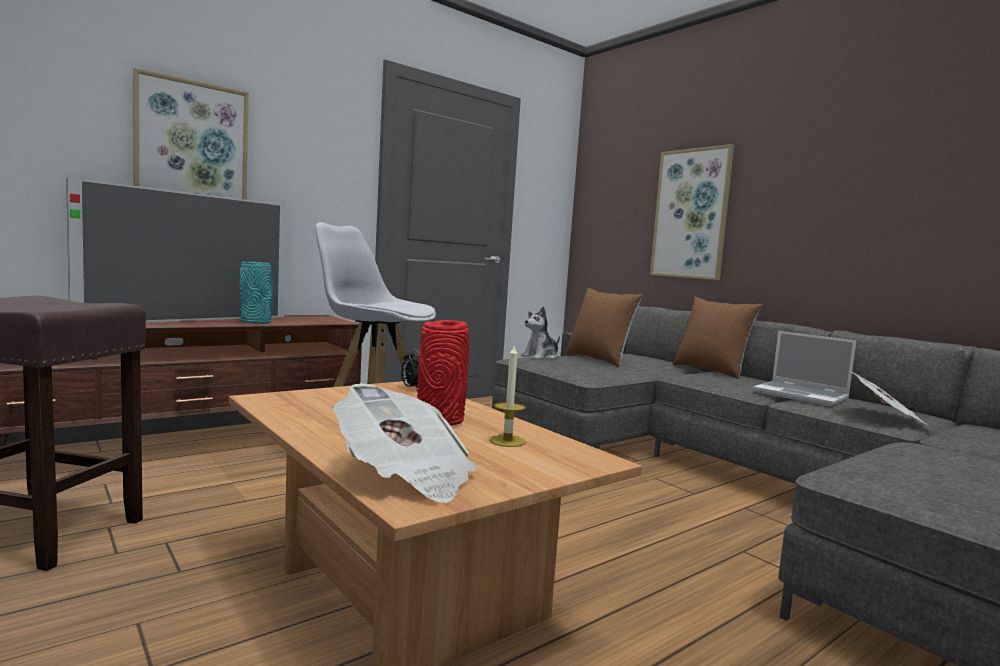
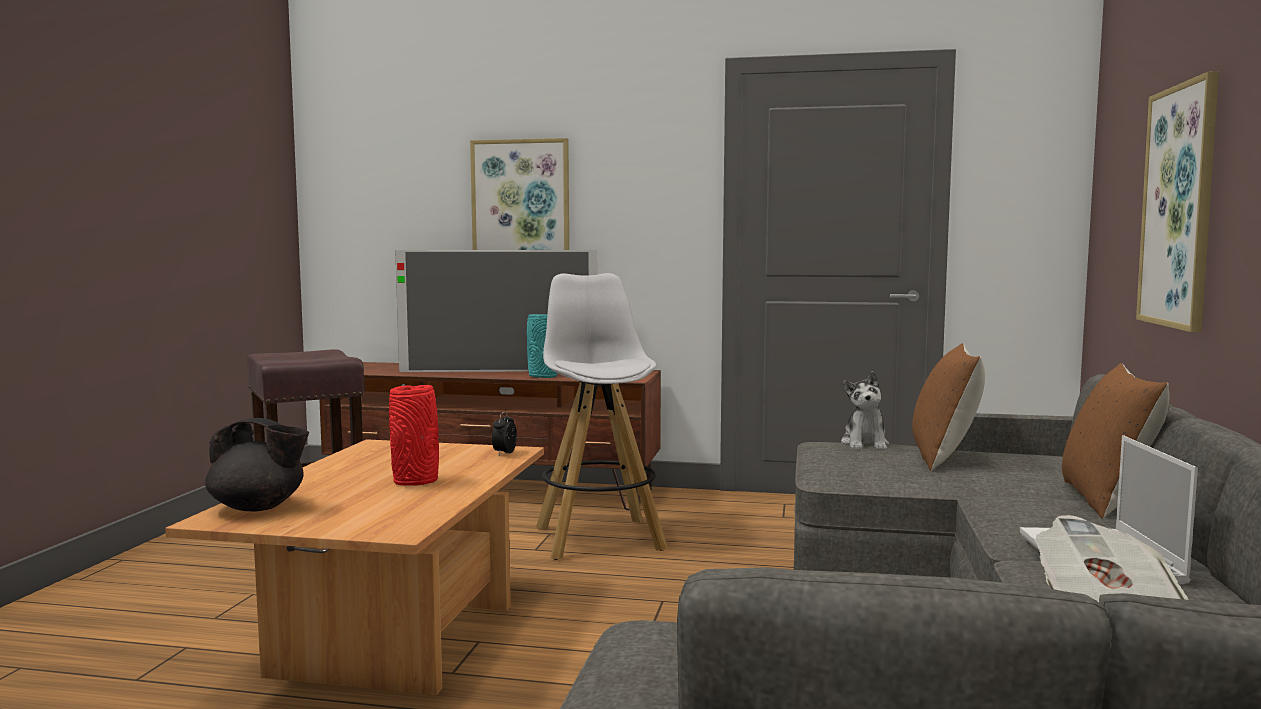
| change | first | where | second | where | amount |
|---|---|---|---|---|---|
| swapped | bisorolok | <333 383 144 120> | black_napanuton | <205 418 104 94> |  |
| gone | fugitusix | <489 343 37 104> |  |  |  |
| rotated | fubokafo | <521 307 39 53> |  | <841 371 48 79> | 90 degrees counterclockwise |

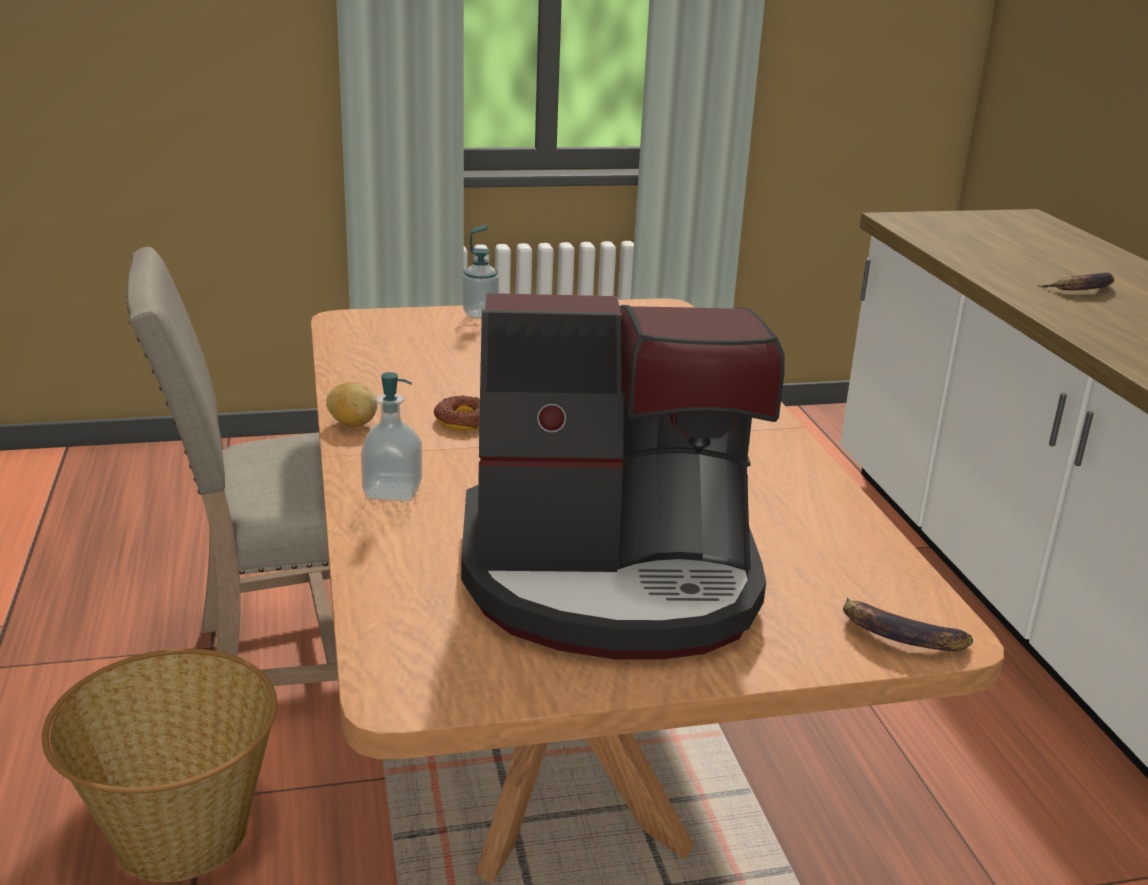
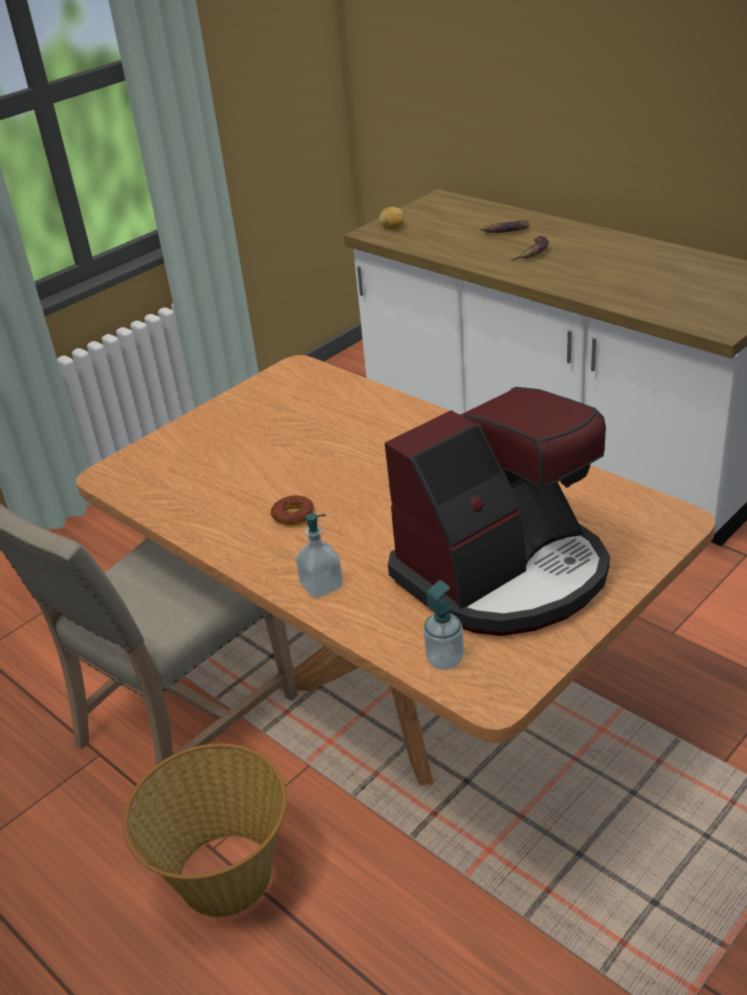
| change | first | where | second | where | amount |
|---|---|---|---|---|---|
| shifted | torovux | <326 382 52 45> |  | <379 207 25 22> |  |
| shifted | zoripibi | <462 224 37 95> |  | <423 580 41 90> |  |
| shifted | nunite | <843 598 130 53> |  | <479 220 51 13> |  |

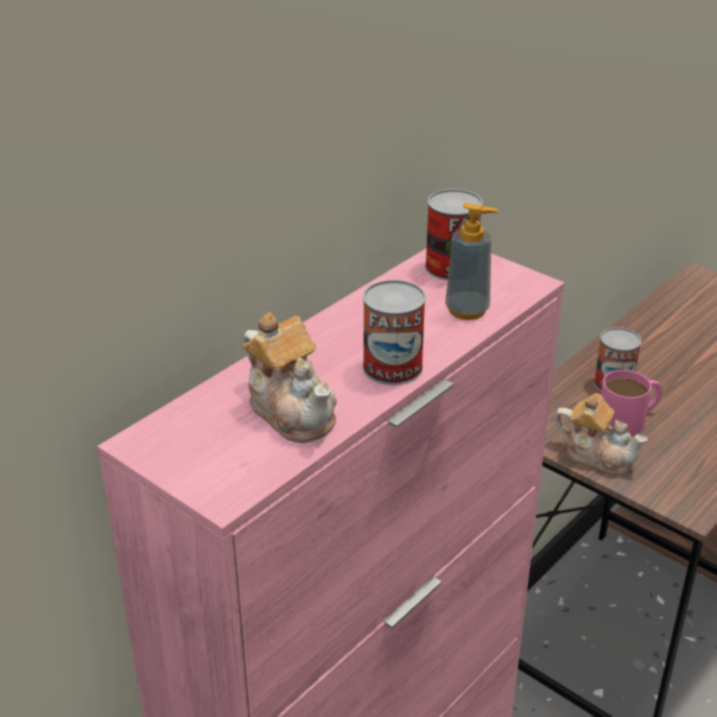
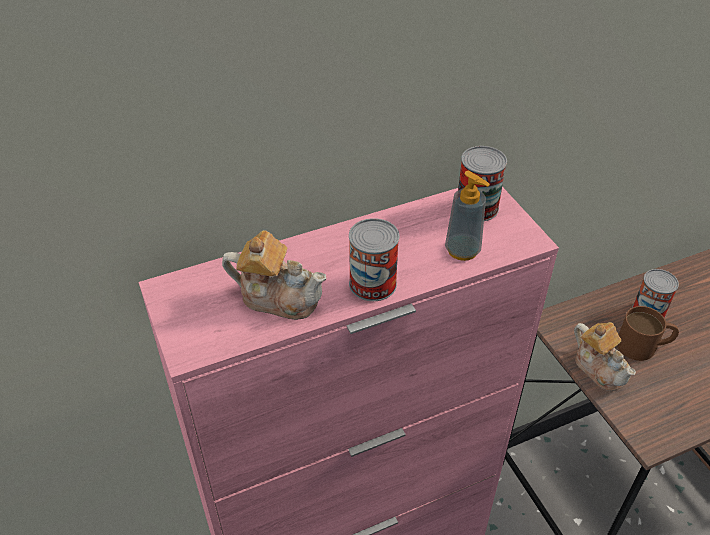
| change | first | where | second | where | amount |
|---|---|---|---|---|---|
| rotated | napanuton | <243 312 94 131> |  | <222 230 105 90> | 60 degrees counterclockwise |
| repainted | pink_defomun | <601 370 62 65> | brown_defomun | <617 306 62 55> |  |

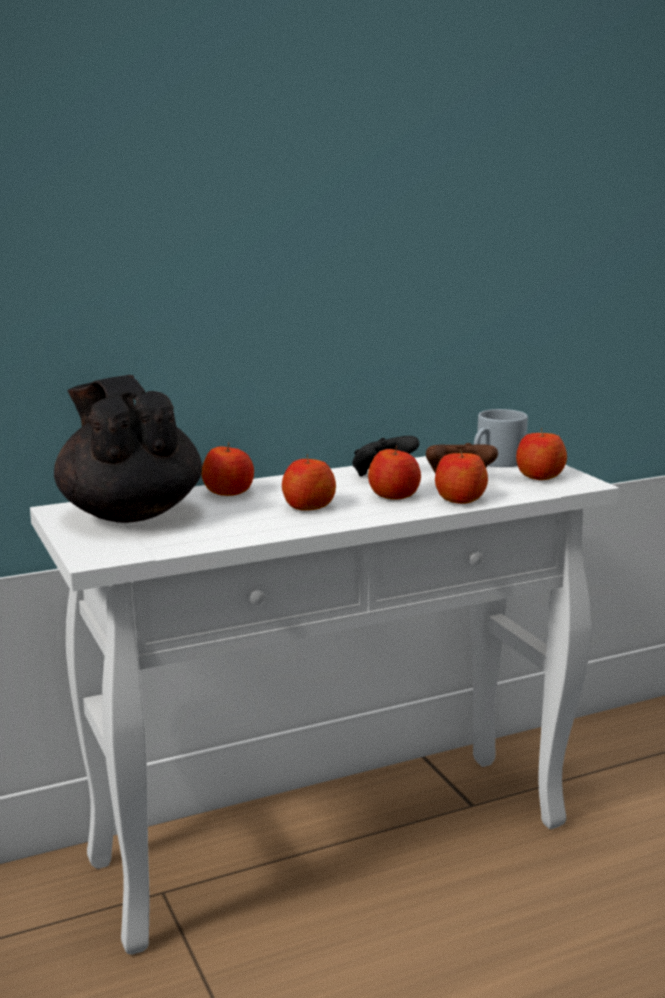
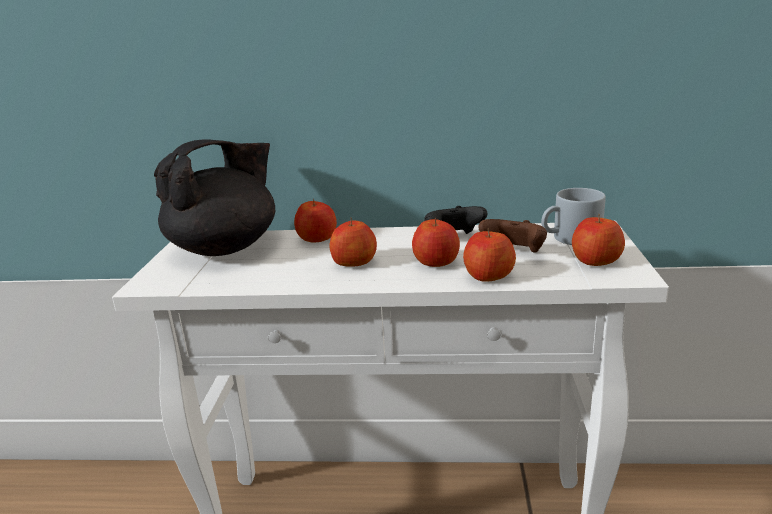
| change | first | where | second | where | amount |
|---|---|---|---|---|---|
| rotated | black_napanuton | <54 375 148 148> |  | <154 139 121 117> | 45 degrees clockwise |

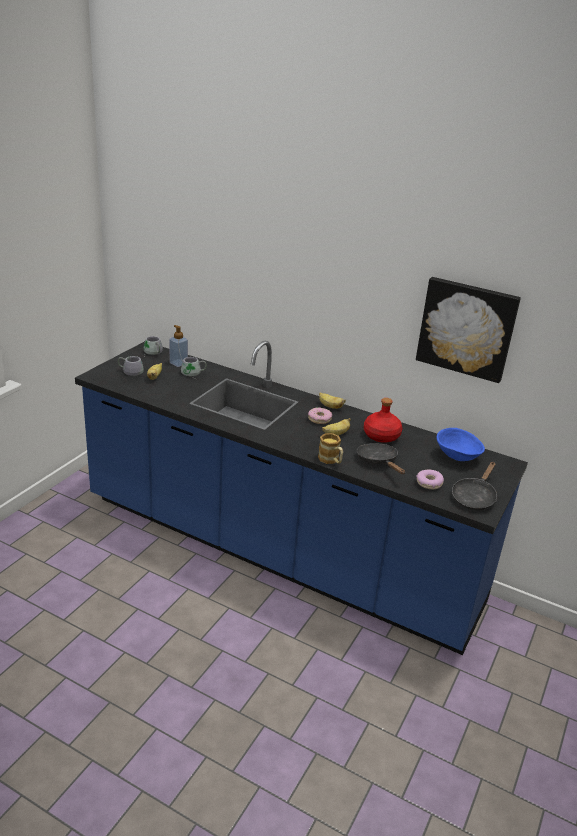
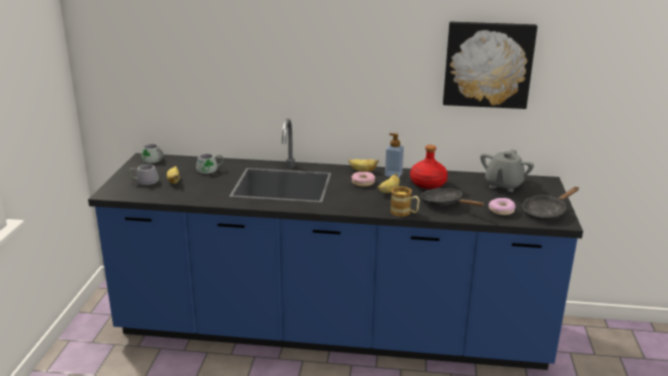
| change | first | where | second | where | amount |
|---|---|---|---|---|---|
| shifted | zoripibi | <169 325 19 42> |  | <385 133 19 45> |  |
| swapped | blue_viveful | <437 428 48 33> | grey_napanuton | <480 149 54 43> |  |
| rotated | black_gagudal | <452 462 45 48> |  | <523 187 56 34> | 45 degrees clockwise |

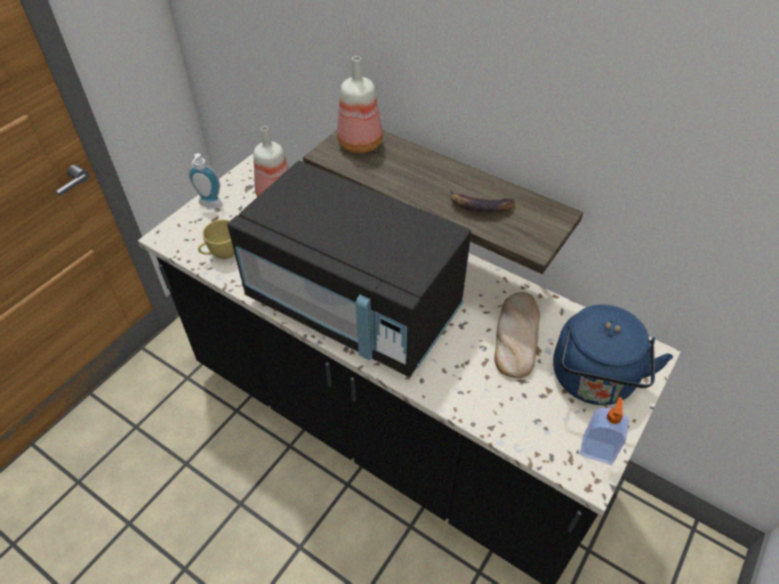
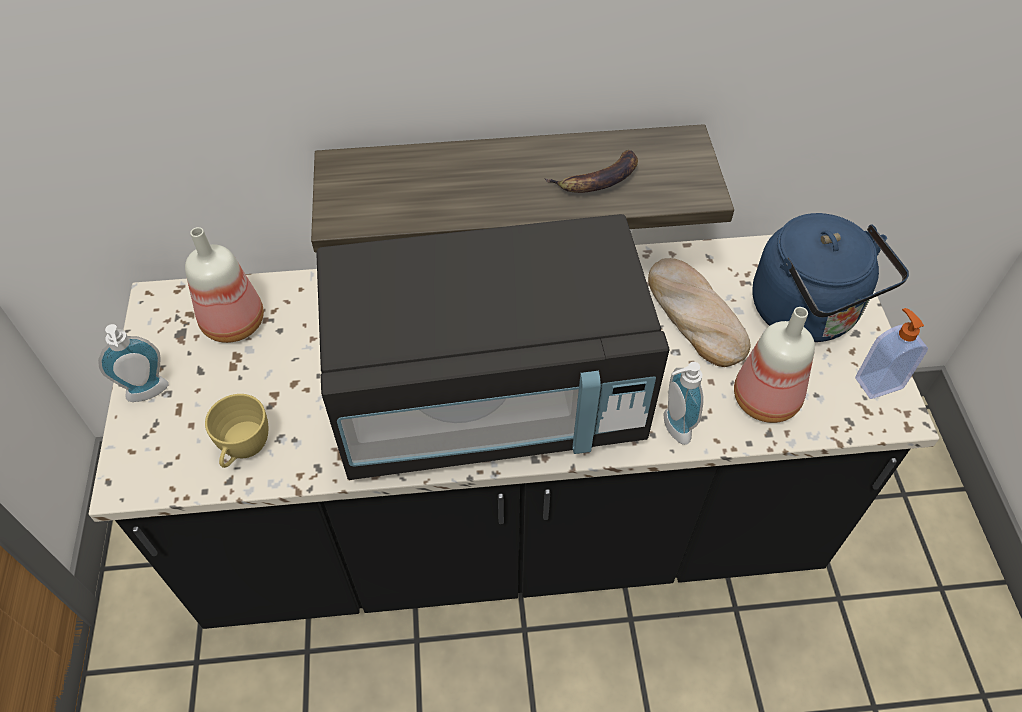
| change | first | where | second | where | amount |
|---|---|---|---|---|---|
| shifted | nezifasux | <337 56 46 97> |  | <734 307 81 116> |  |
| new |  |  | zoripibi | <663 362 41 83> |  |

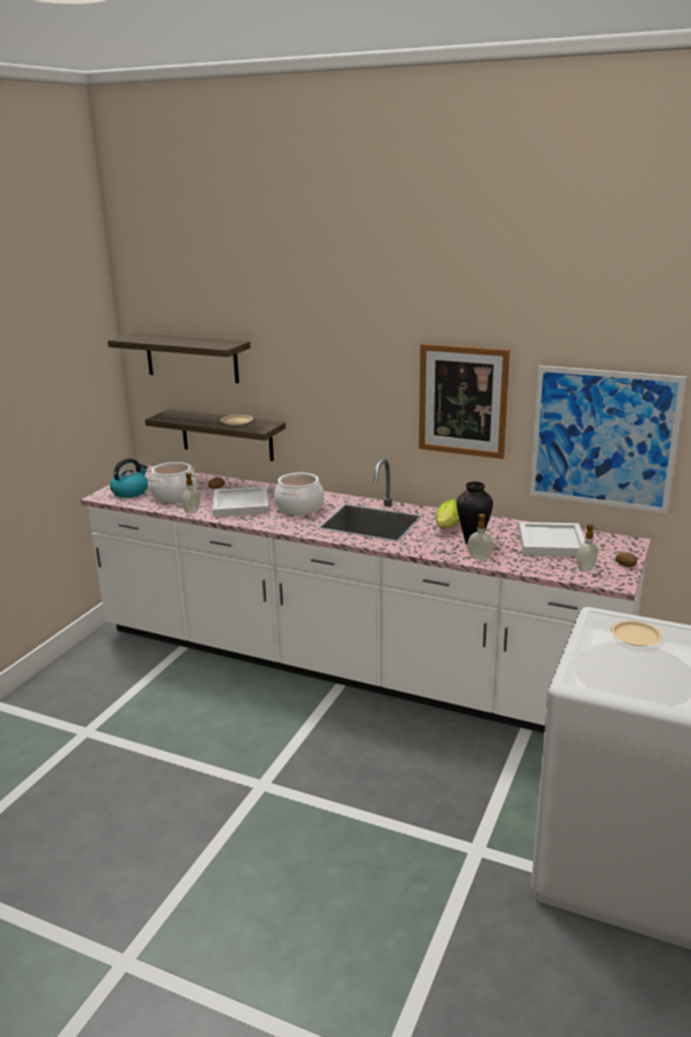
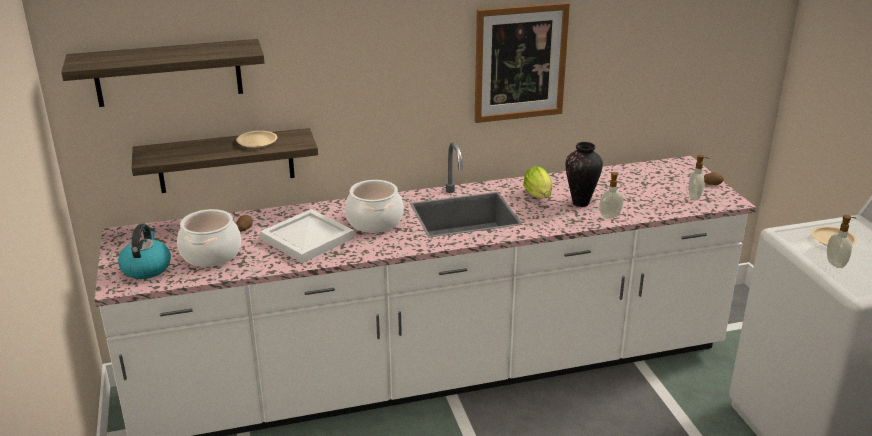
| change | first | where | second | where | amount |
|---|---|---|---|---|---|
| shifted | zoripibi | <182 473 18 41> |  | <827 215 29 53> |  |
| gone | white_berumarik | <519 522 66 34> |  |  |  |
| gone | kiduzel | <529 365 157 149> |  |  |  |

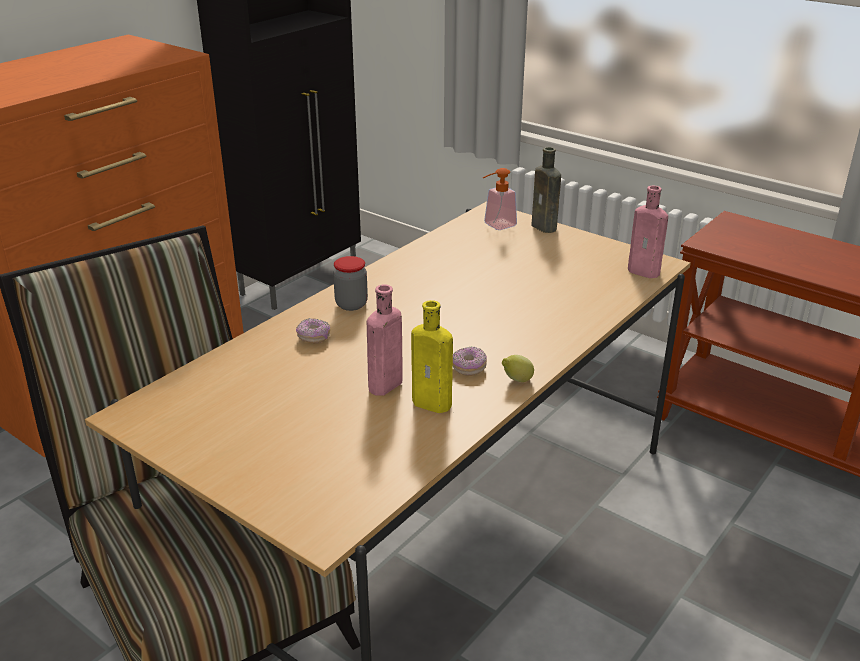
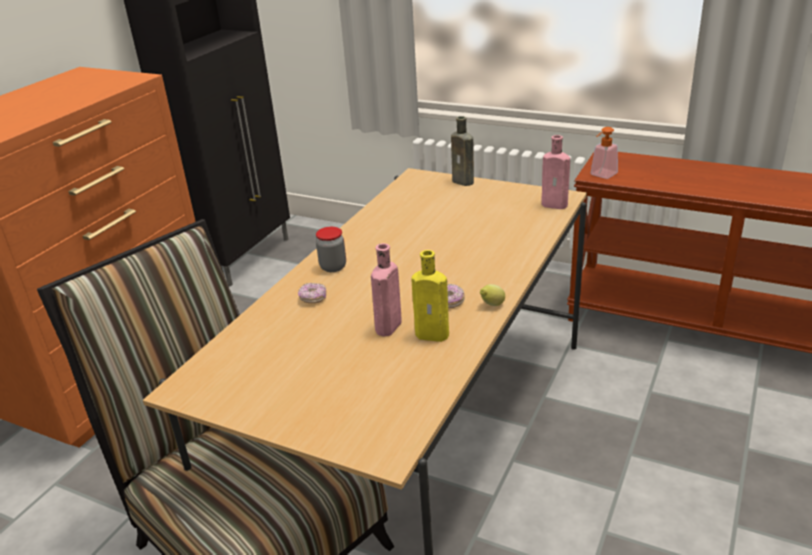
| change | first | where | second | where | amount |
|---|---|---|---|---|---|
| shifted | zoripibi | <483 168 34 62> |  | <591 127 27 52> |  |

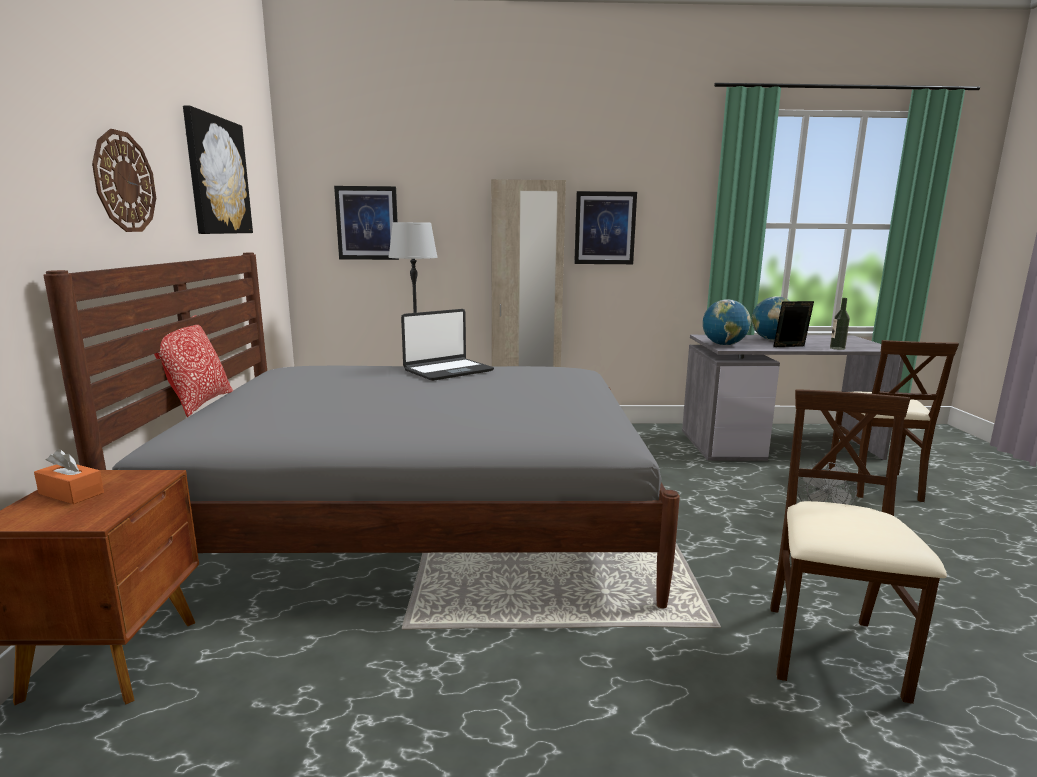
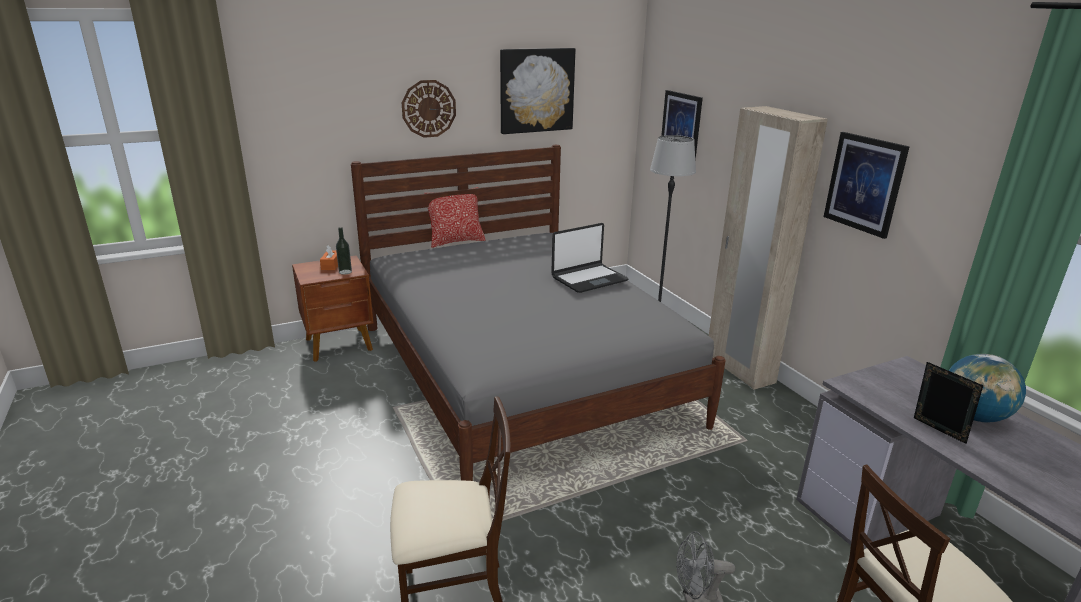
| change | first | where | second | where | amount |
|---|---|---|---|---|---|
| rotated | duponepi | <401 309 93 72> |  | <551 223 78 70> | 60 degrees counterclockwise |
| gone | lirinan | <703 299 48 46> |  |  |  |
| shifted | nezifasux | <830 298 20 52> |  | <336 227 16 48> |  |

